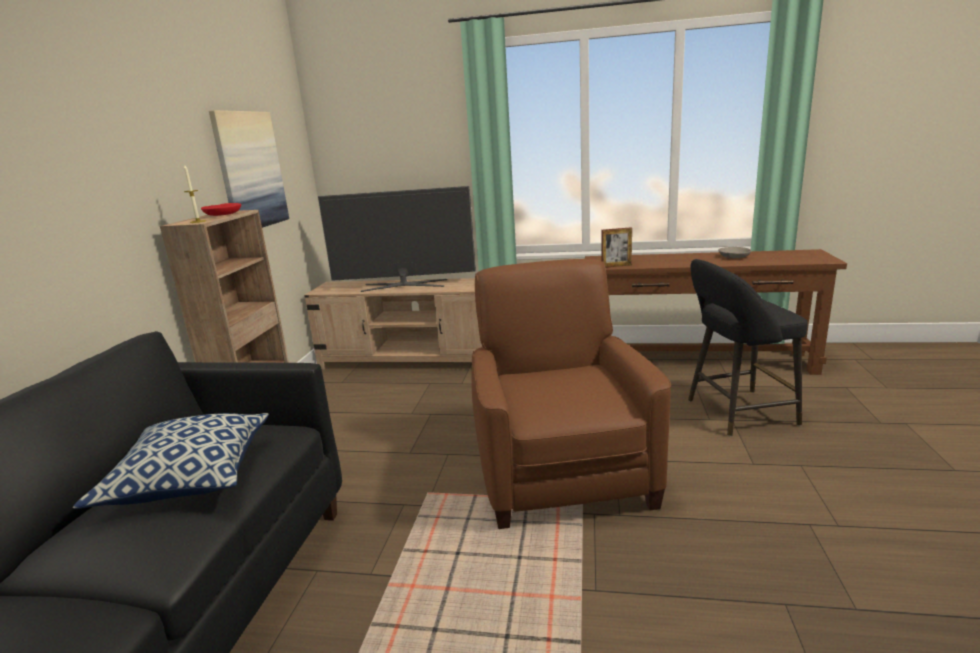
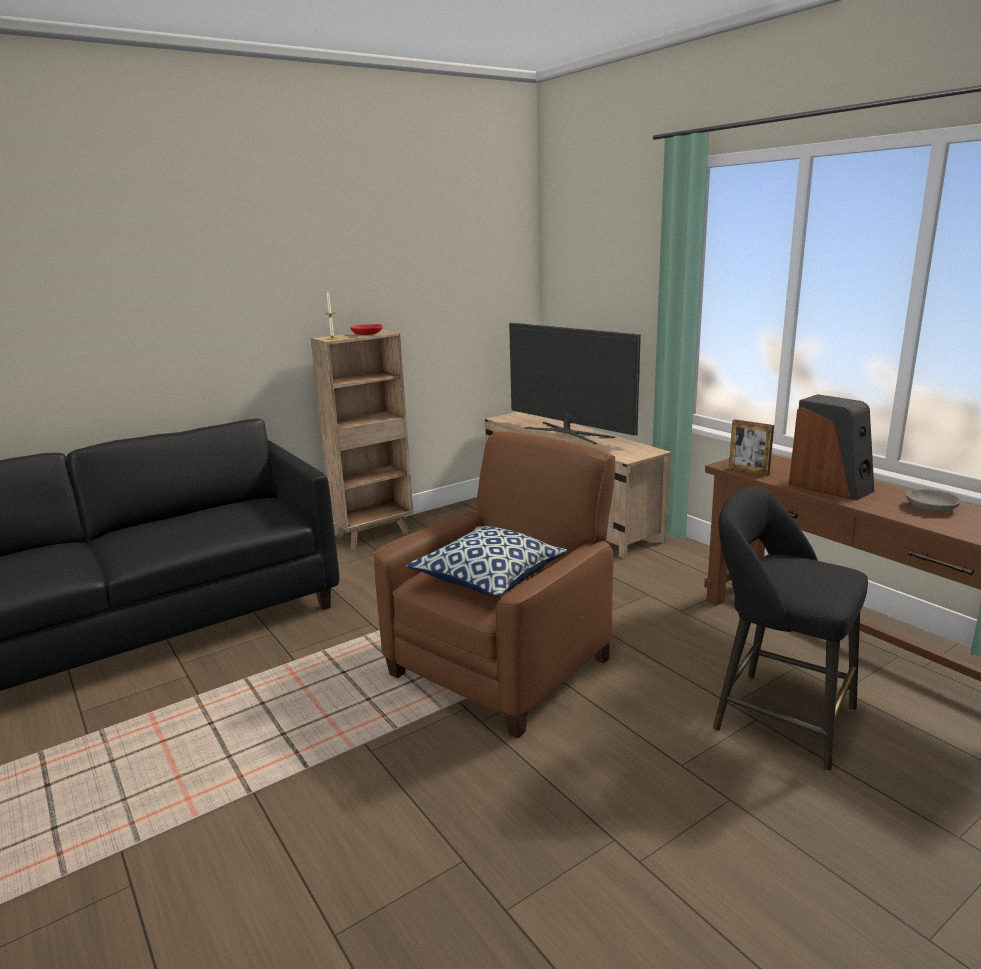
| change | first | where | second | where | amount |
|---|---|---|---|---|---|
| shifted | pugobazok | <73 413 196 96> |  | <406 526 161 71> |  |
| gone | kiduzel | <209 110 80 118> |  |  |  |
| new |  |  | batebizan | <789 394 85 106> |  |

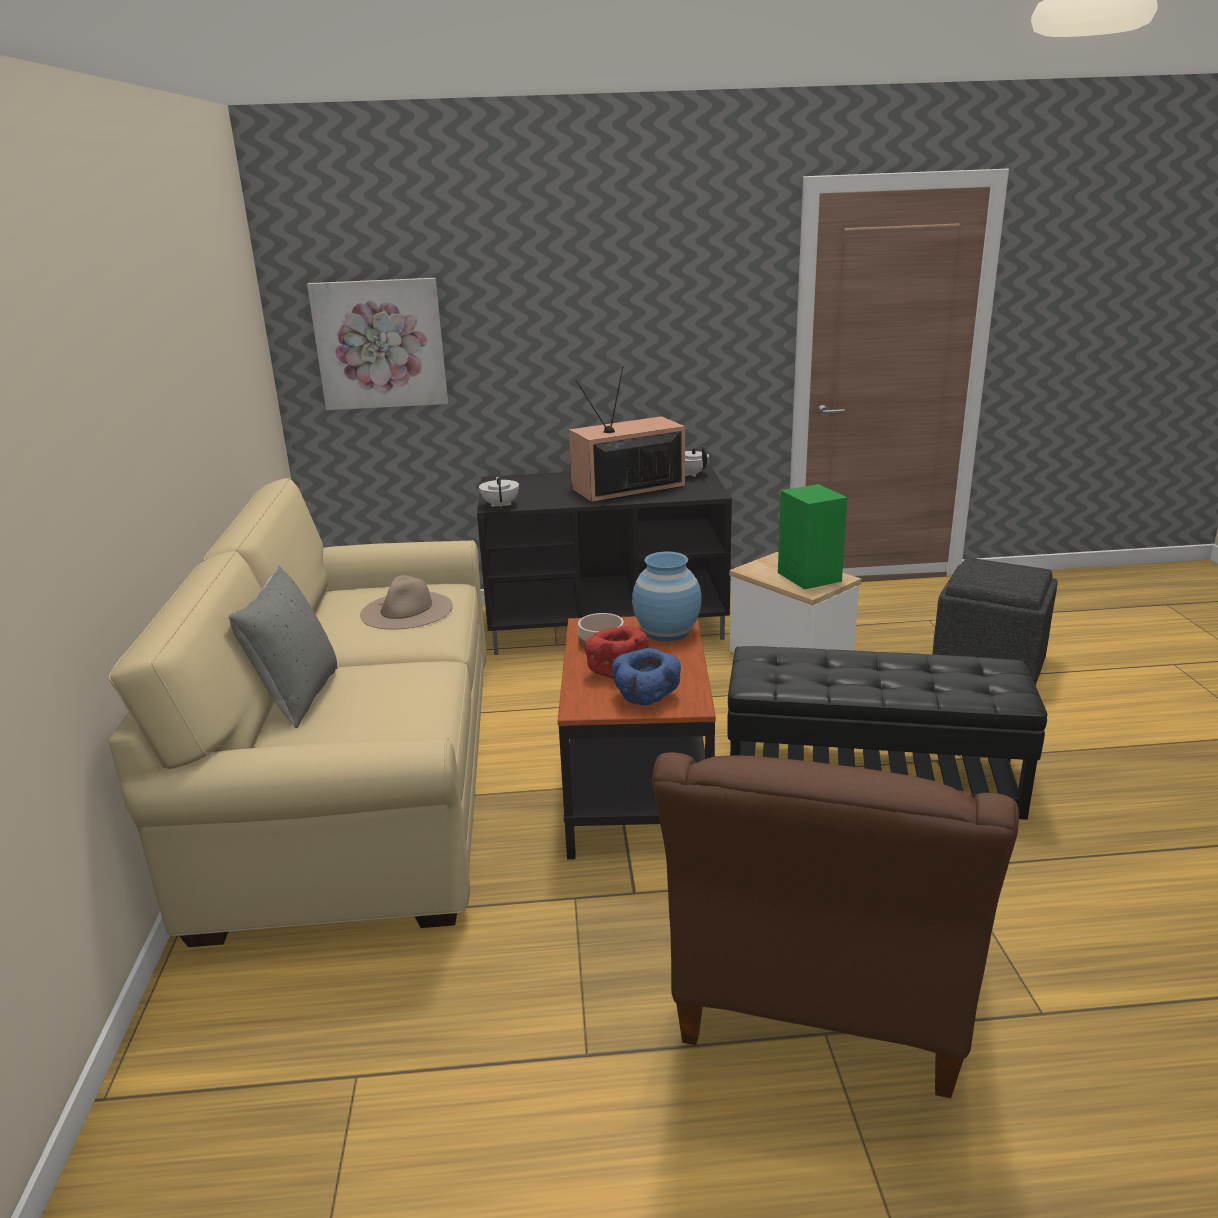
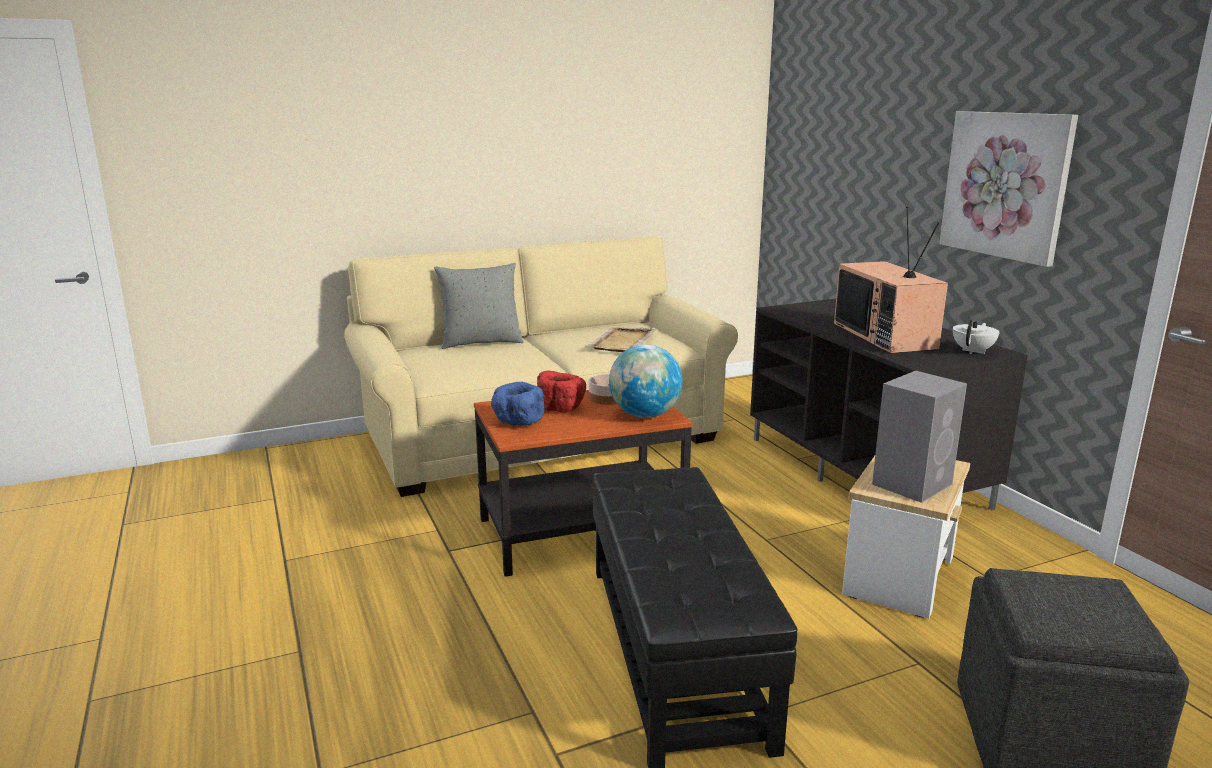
| change | first | where | second | where | amount |
|---|---|---|---|---|---|
| shifted | kiduzel | <307 278 141 132> |  | <939 111 139 156> |  |
| swapped | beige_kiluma | <360 575 93 54> | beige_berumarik | <586 327 72 25> |  |
| gone | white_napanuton | <479 477 40 32> |  |  |  |
| rotated | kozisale | <569 366 116 137> |  | <834 207 114 147> | 150 degrees counterclockwise |
| swapped | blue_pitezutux | <632 551 70 91> | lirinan | <609 344 74 74> |  |
| gone | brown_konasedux | <652 752 367 346> |  |  |  |
| repainted | green_batebizan | <778 484 70 105> | grey_batebizan | <872 371 95 132> |  |

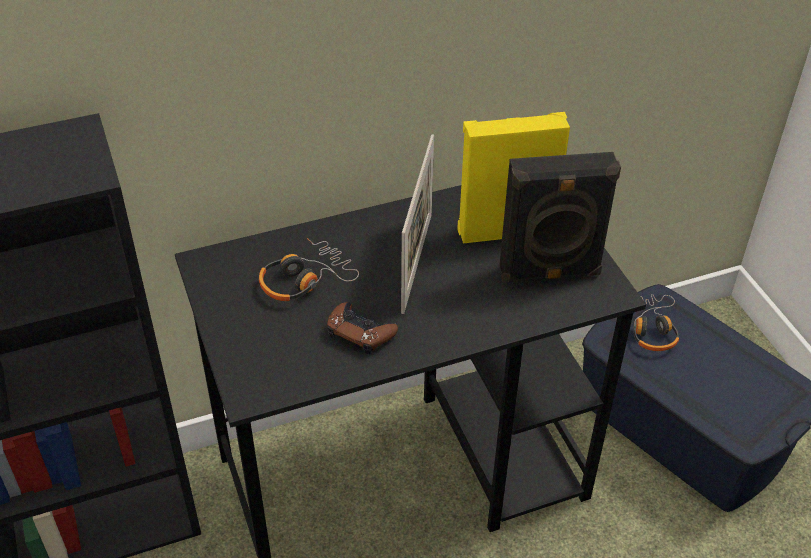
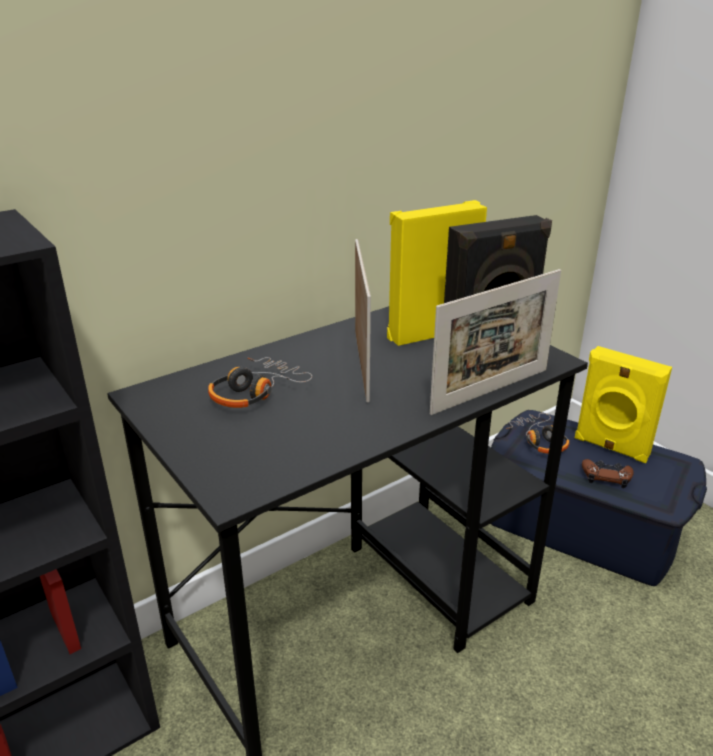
| change | first | where | second | where | amount |
|---|---|---|---|---|---|
| shifted | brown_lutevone | <327 302 71 52> |  | <582 459 52 30> |  |
| new |  |  | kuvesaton | <430 269 131 146> |  |
| new |  |  | yellow_batebizan | <575 346 97 117> |  |

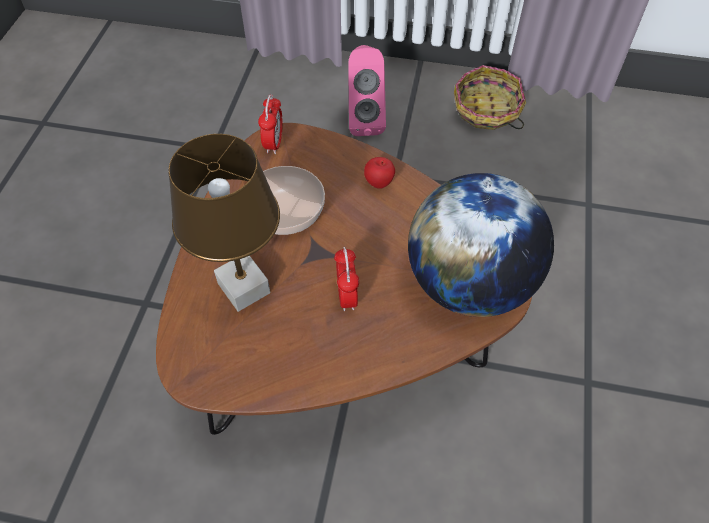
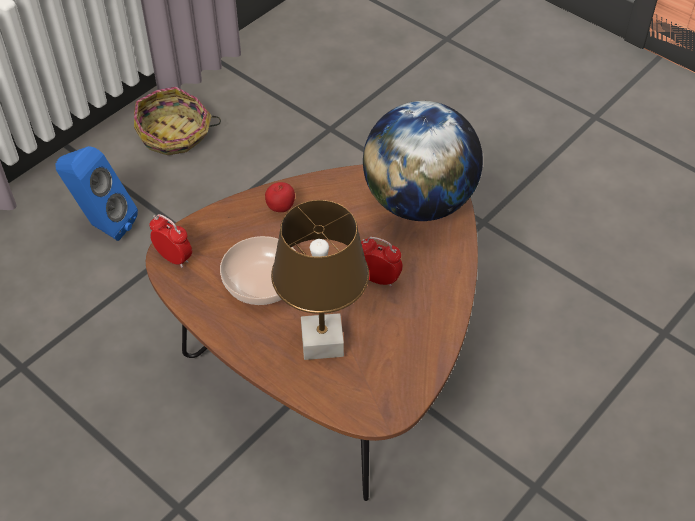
| change | first | where | second | where | amount |
|---|---|---|---|---|---|
| repainted | pink_batebizan | <348 45 38 91> | blue_batebizan | <55 146 83 95> |  |

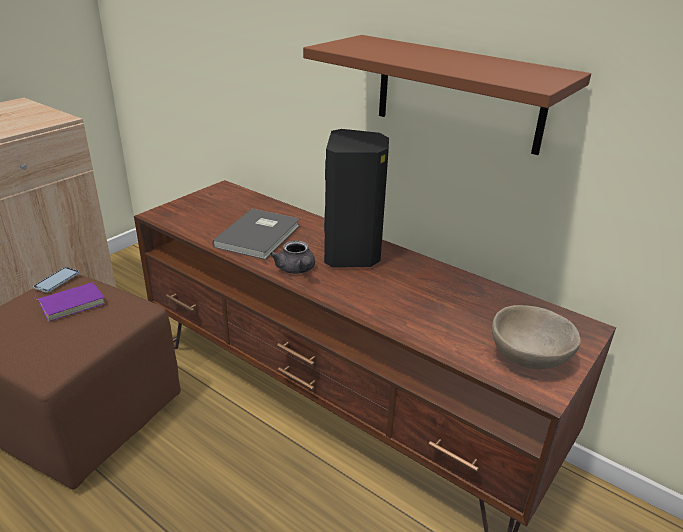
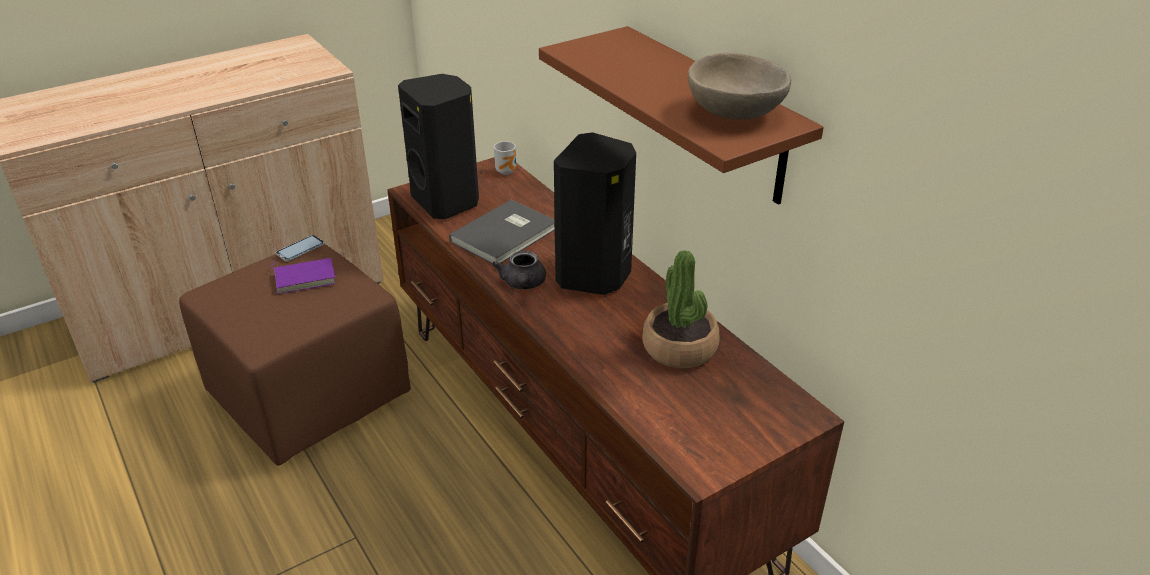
| change | first | where | second | where | amount |
|---|---|---|---|---|---|
| shifted | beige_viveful | <492 305 89 64> |  | <688 53 104 67> |  |
| new |  |  | black_batebizan | <398 74 81 145> |  |
| new |  |  | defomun | <494 141 22 34> |  |
| new |  |  | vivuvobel | <642 250 77 118> |  |

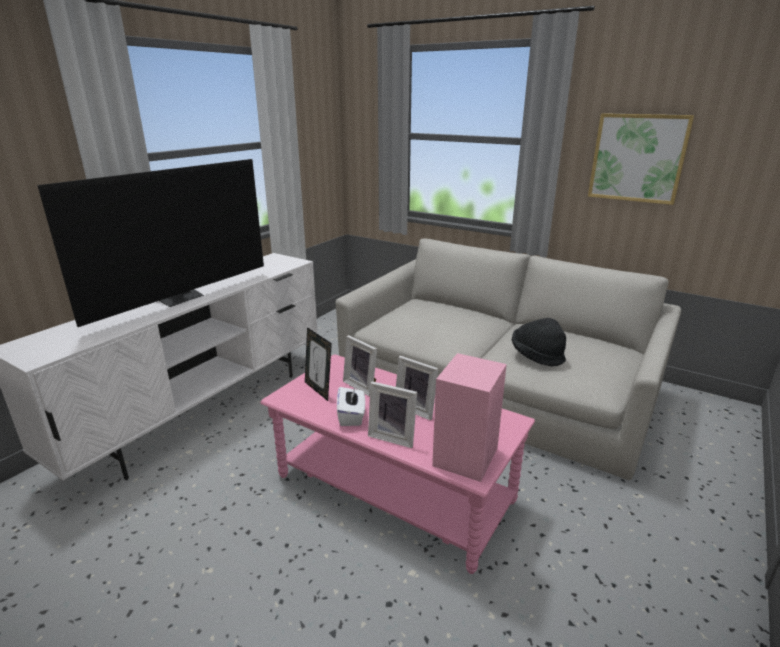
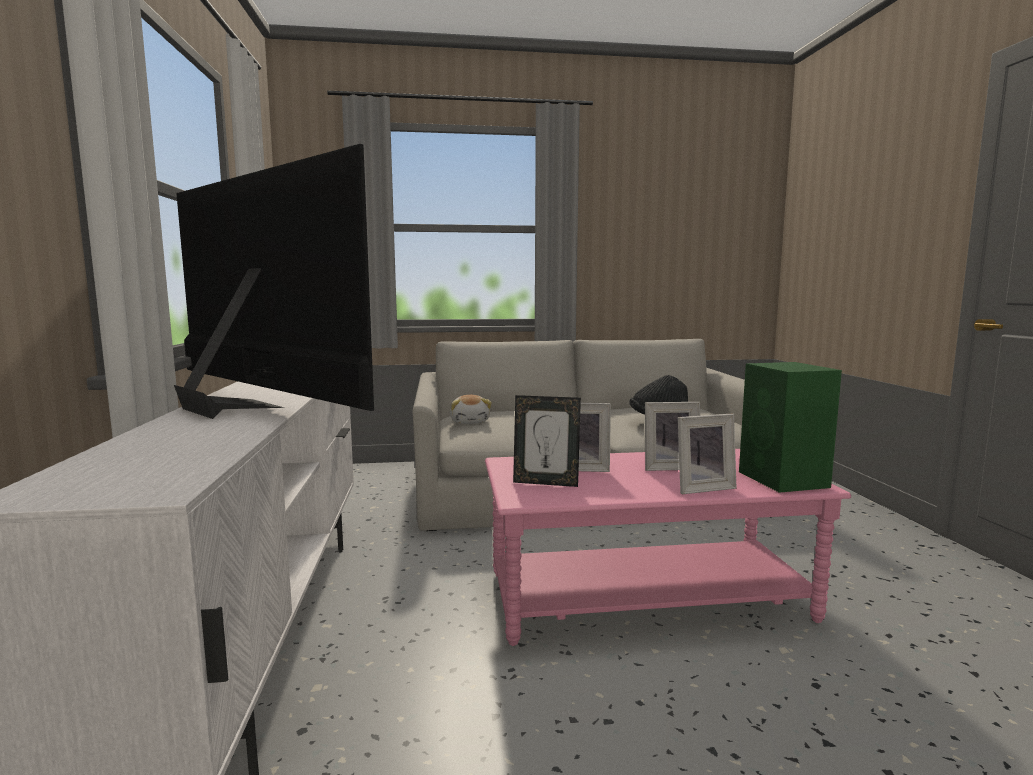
| change | first | where | second | where | amount |
|---|---|---|---|---|---|
| rotated | kozisale | <37 159 227 168> |  | <174 144 200 275> | 45 degrees counterclockwise |
| gone | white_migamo | <337 387 28 39> |  |  |  |
| repainted | pink_batebizan | <432 353 75 129> | green_batebizan | <739 362 103 131> |  |
| gone | kiduzel | <588 113 106 92> |  |  |  |
| new |  |  | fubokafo | <450 395 42 29> |  |

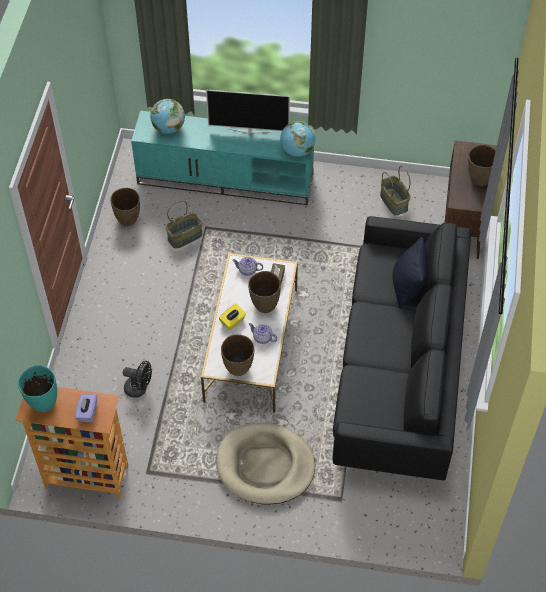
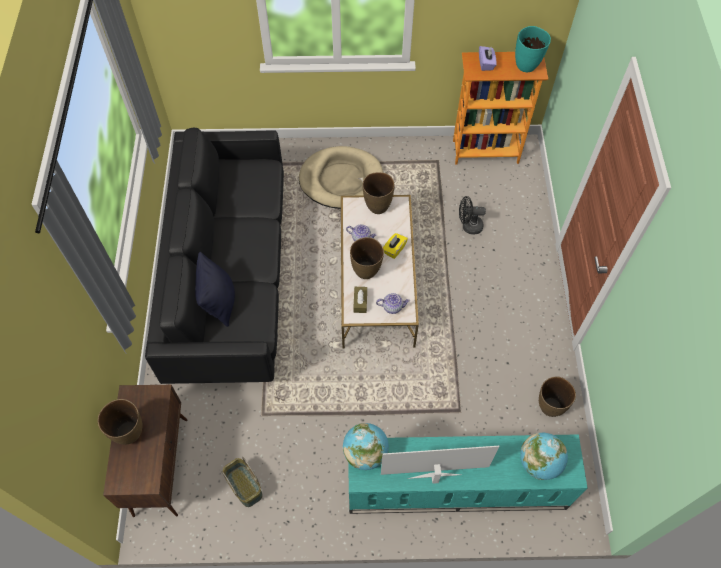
| change | first | where | second | where | amount |
|---|---|---|---|---|---|
| gone | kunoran | <165 200 38 49> |  |  |  |

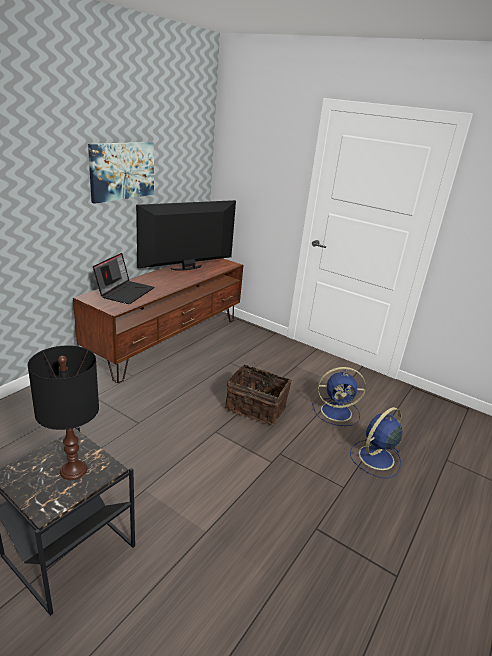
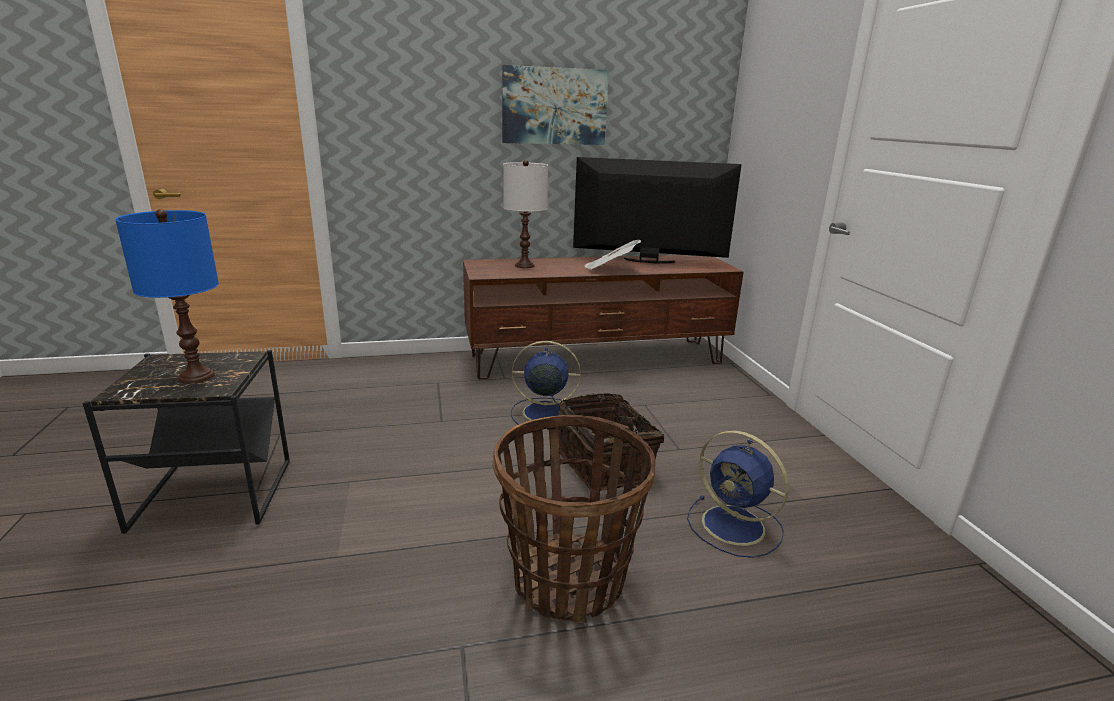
| change | first | where | second | where | amount |
|---|---|---|---|---|---|
| repainted | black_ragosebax | <28 345 71 135> | blue_ragosebax | <115 209 104 174> |  |
| swapped | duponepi | <93 253 61 51> | white_ragosebax | <503 160 45 108> |  |
| shifted | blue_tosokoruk | <350 407 53 71> |  | <511 341 70 84> |  |
| new |  |  | kunoran | <492 415 164 208> |  |
| new |  |  | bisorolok | <584 240 57 30> |  |

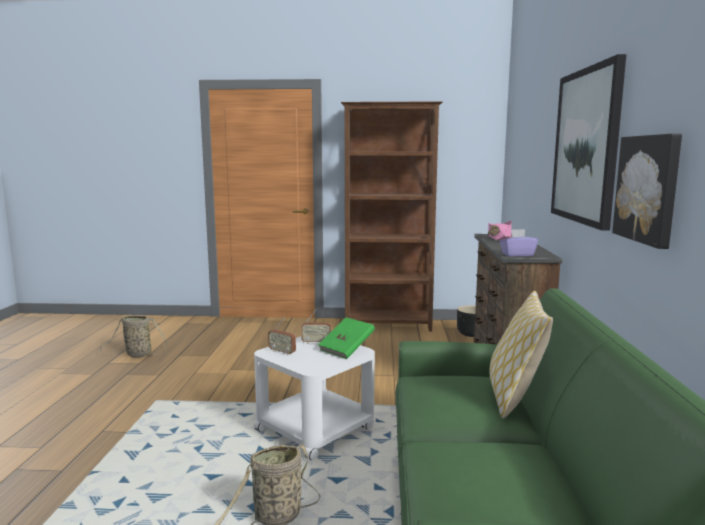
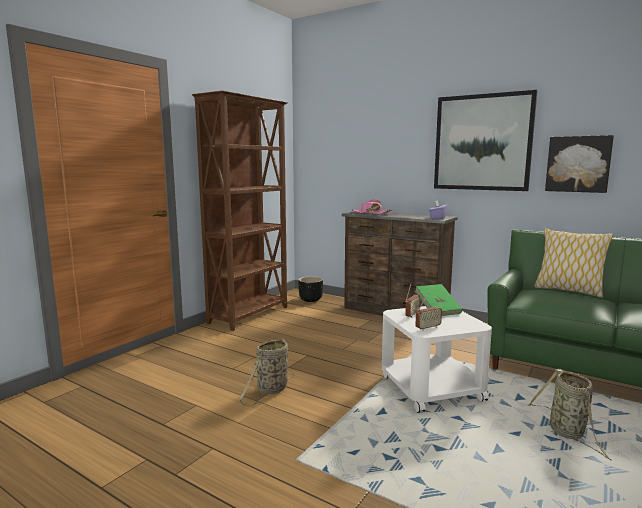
| change | first | where | second | where | amount |
|---|---|---|---|---|---|
| shifted | kunoran | <100 315 67 42> |  | <239 338 55 69> |  |

